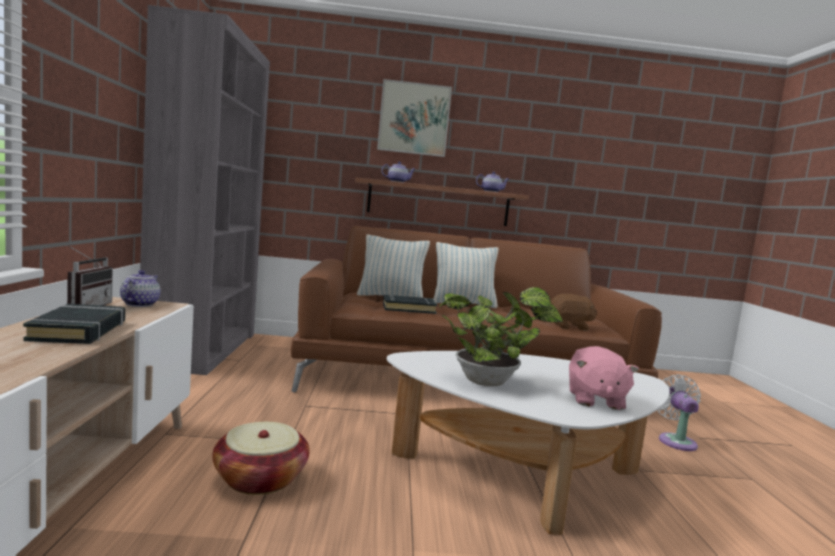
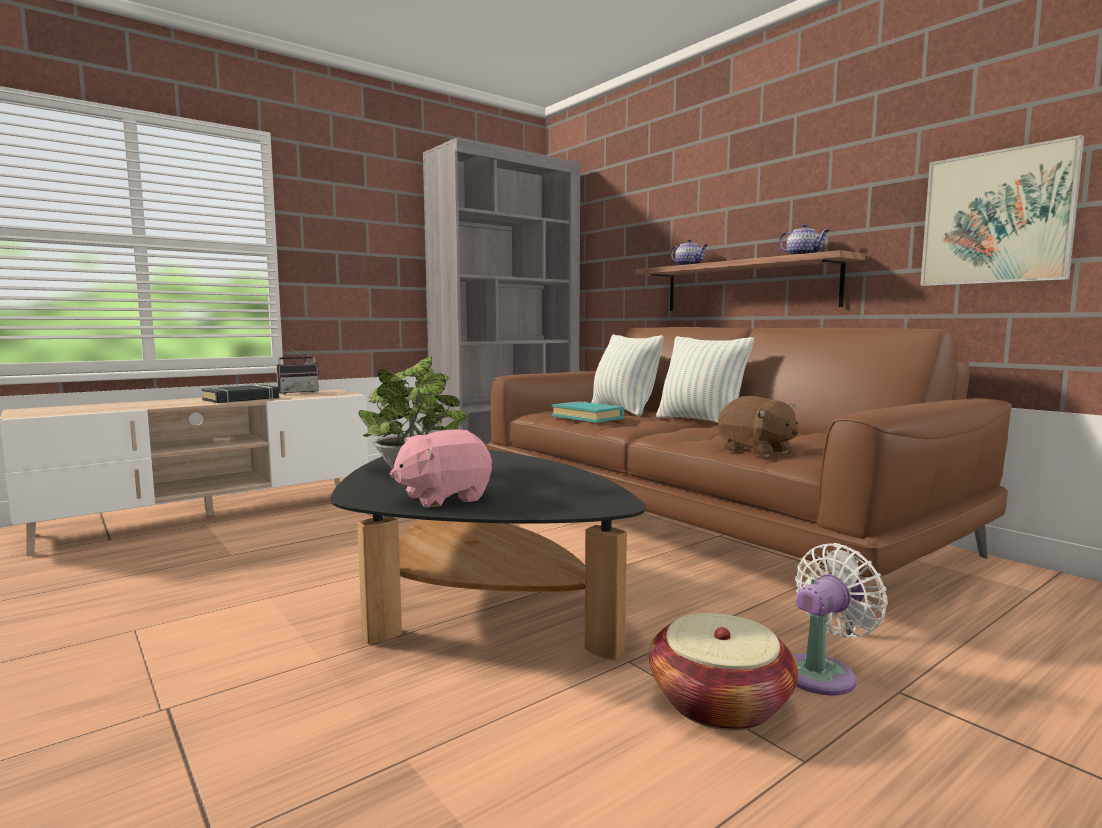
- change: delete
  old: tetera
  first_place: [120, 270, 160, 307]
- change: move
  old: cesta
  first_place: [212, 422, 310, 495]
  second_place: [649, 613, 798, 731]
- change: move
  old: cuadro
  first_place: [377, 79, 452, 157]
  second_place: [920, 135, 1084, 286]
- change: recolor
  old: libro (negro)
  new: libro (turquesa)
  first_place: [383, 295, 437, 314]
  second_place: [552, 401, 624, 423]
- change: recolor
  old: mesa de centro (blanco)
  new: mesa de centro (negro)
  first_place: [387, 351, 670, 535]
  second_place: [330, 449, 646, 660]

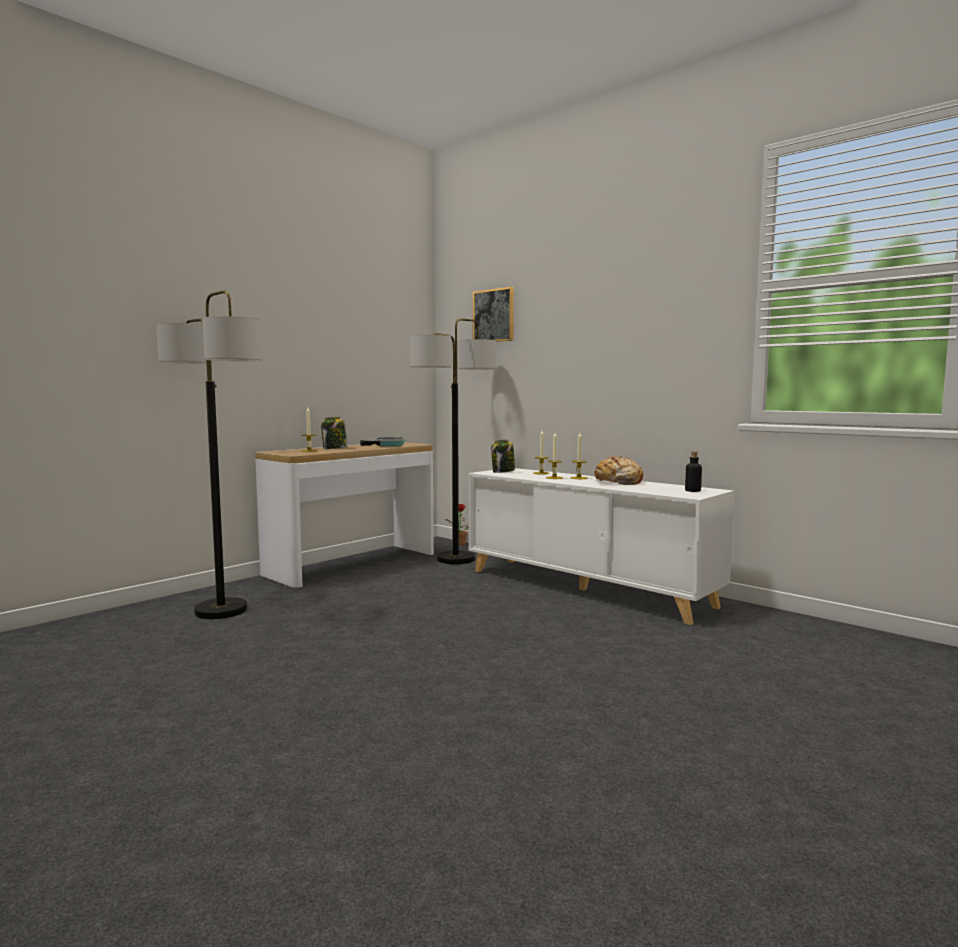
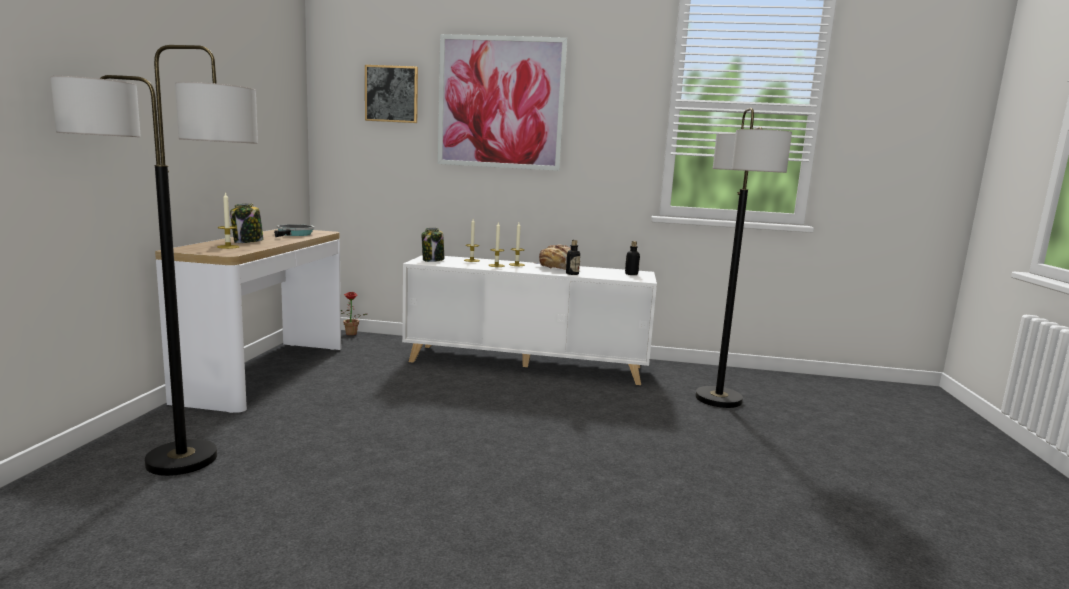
- change: insert
  new: cuadro
  second_place: [438, 34, 568, 171]
- change: insert
  new: botella
  second_place: [566, 240, 580, 275]
- change: move
  old: lámpara de pie
  first_place: [410, 318, 496, 564]
  second_place: [696, 108, 792, 408]

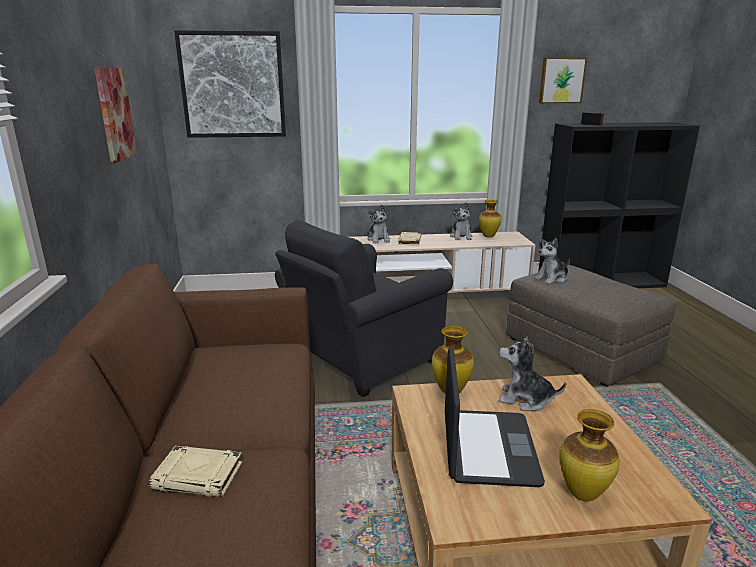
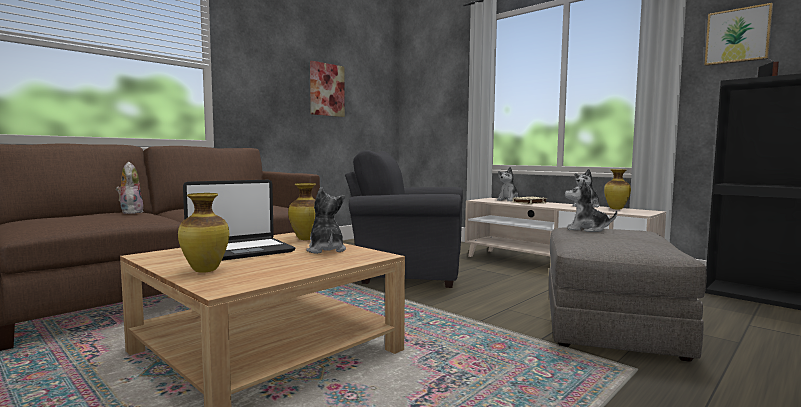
- change: delete
  old: cuadro
  first_place: [174, 30, 286, 138]
- change: replace
  old: libro (beis)
  new: peluche
  first_place: [149, 446, 242, 497]
  second_place: [116, 162, 144, 214]

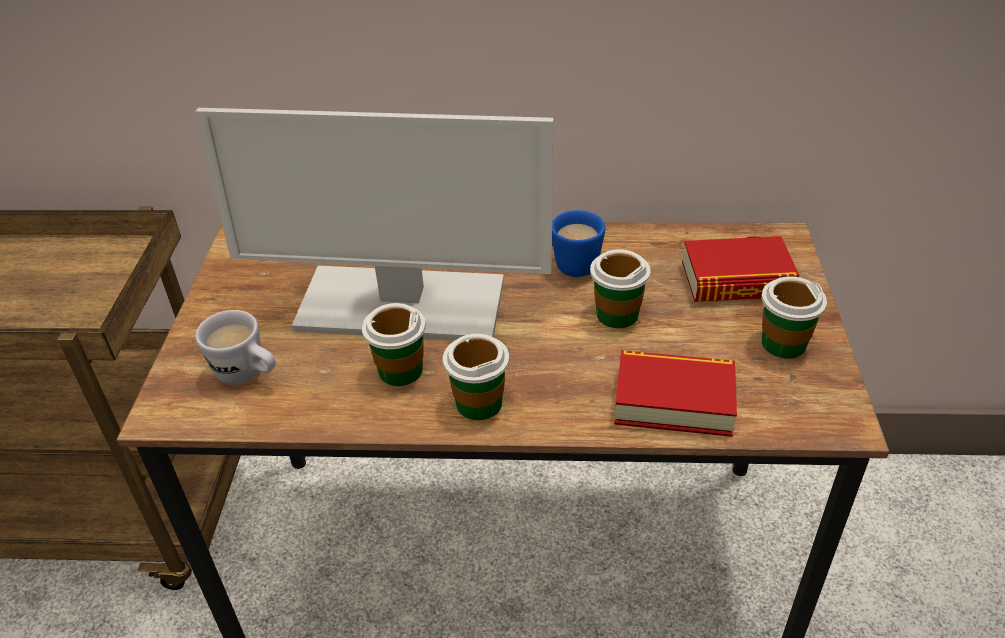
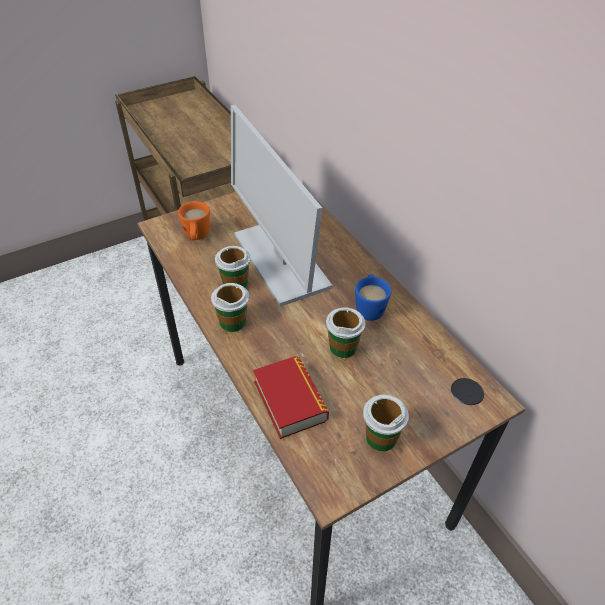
- change: delete
  old: libro
  first_place: [682, 236, 799, 302]
- change: recolor
  old: taza grande (blanco)
  new: taza grande (naranja)
  first_place: [195, 310, 276, 385]
  second_place: [178, 201, 210, 240]

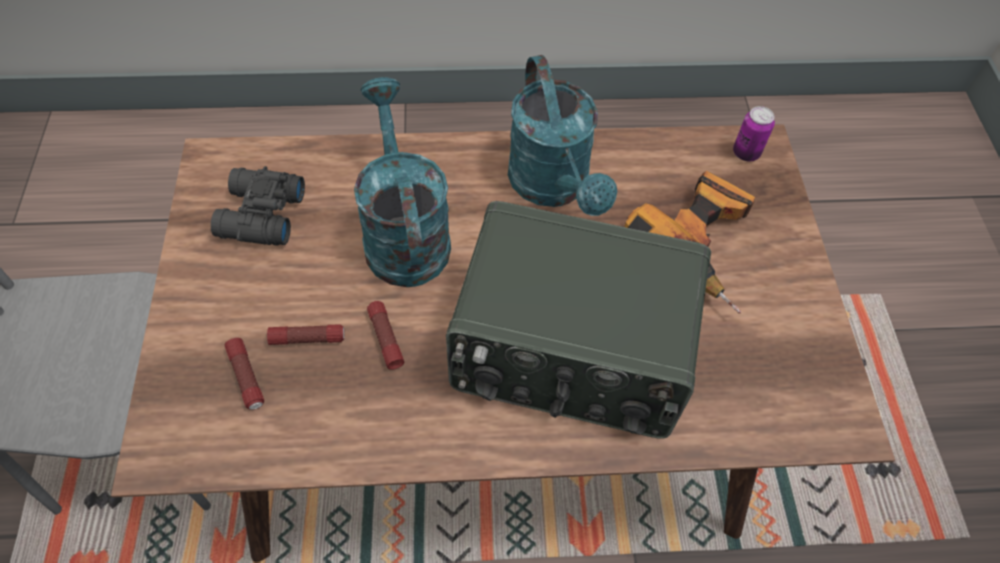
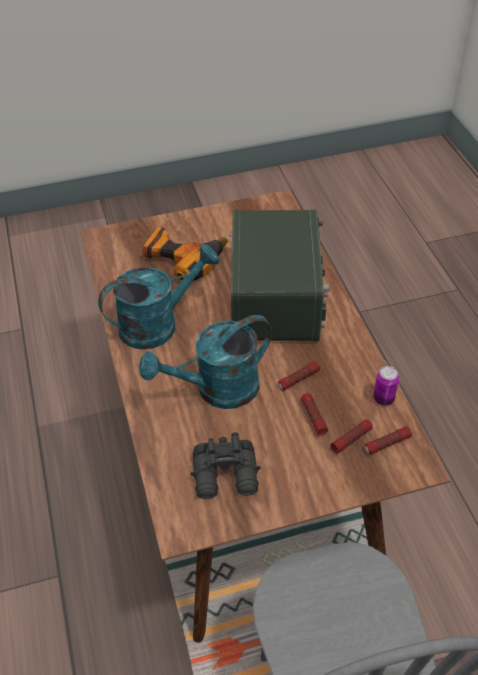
- change: insert
  new: linterna
  second_place: [364, 426, 412, 455]
- change: move
  old: lata
  first_place: [733, 106, 775, 161]
  second_place: [373, 366, 399, 406]

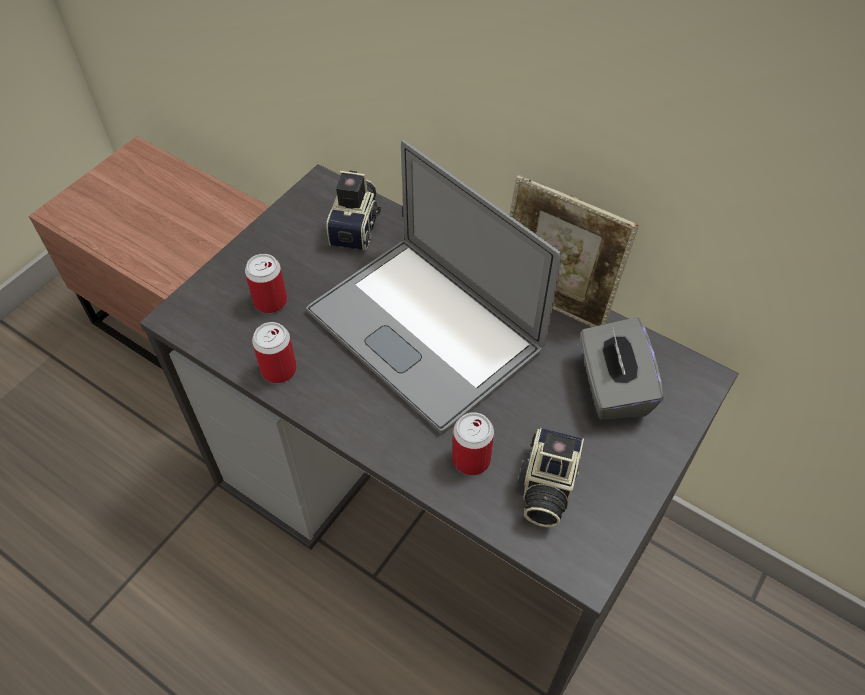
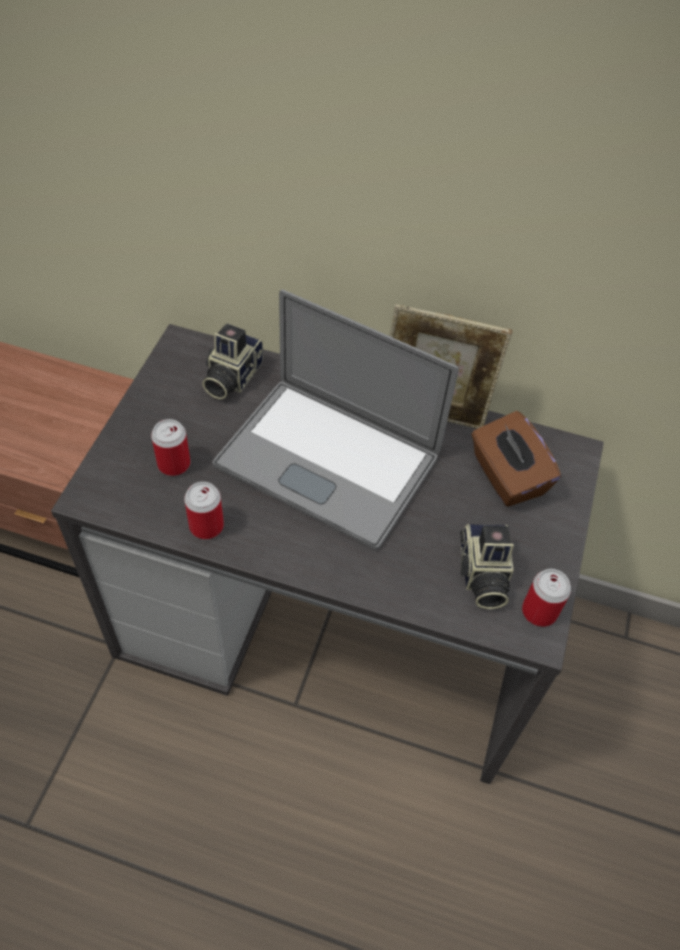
- change: move
  old: lata
  first_place: [452, 412, 494, 475]
  second_place: [522, 569, 571, 627]
- change: recolor
  old: caja de pañuelos (gris)
  new: caja de pañuelos (marrón)
  first_place: [580, 317, 663, 420]
  second_place: [471, 411, 561, 506]
- change: rotate
  old: cámara
  first_place: [326, 171, 381, 251]
  second_place: [202, 324, 263, 399]
  degrees: -150

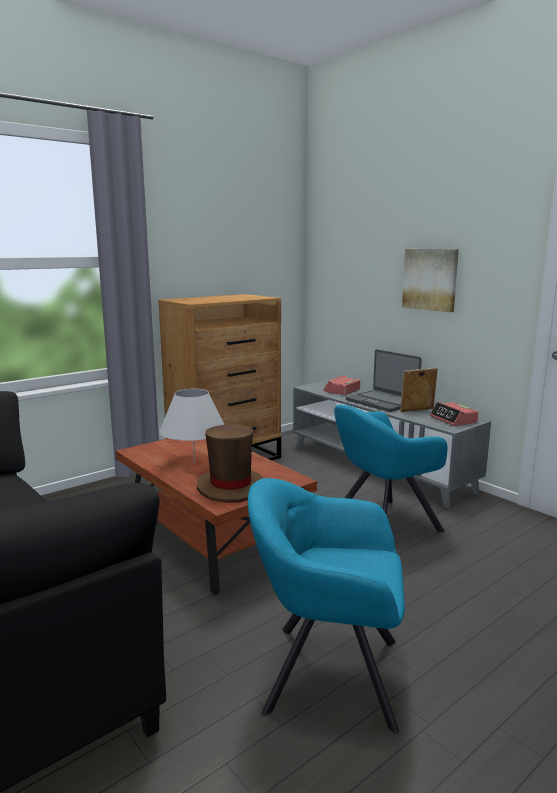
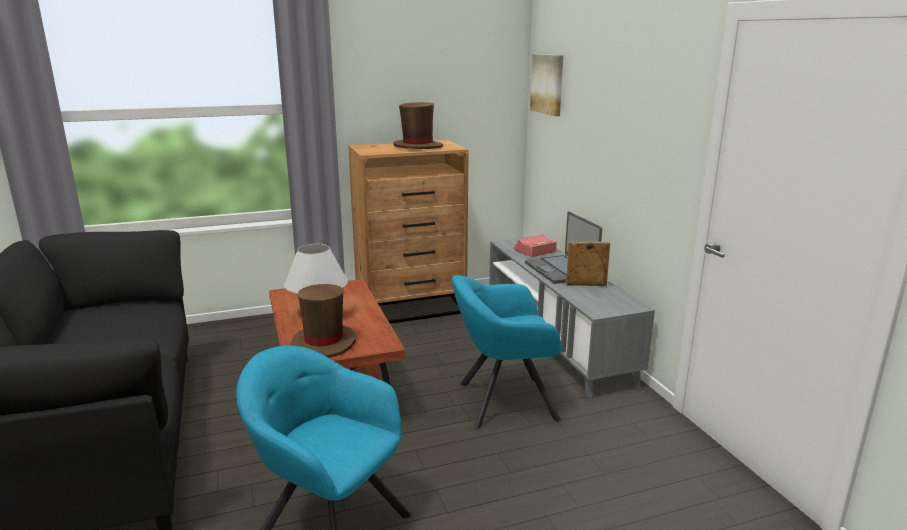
- change: delete
  old: despertador
  first_place: [430, 402, 478, 426]
- change: insert
  new: sombrero (marrón)
  second_place: [393, 102, 443, 149]
- change: move
  old: cuadro
  first_place: [402, 249, 459, 312]
  second_place: [530, 54, 563, 116]

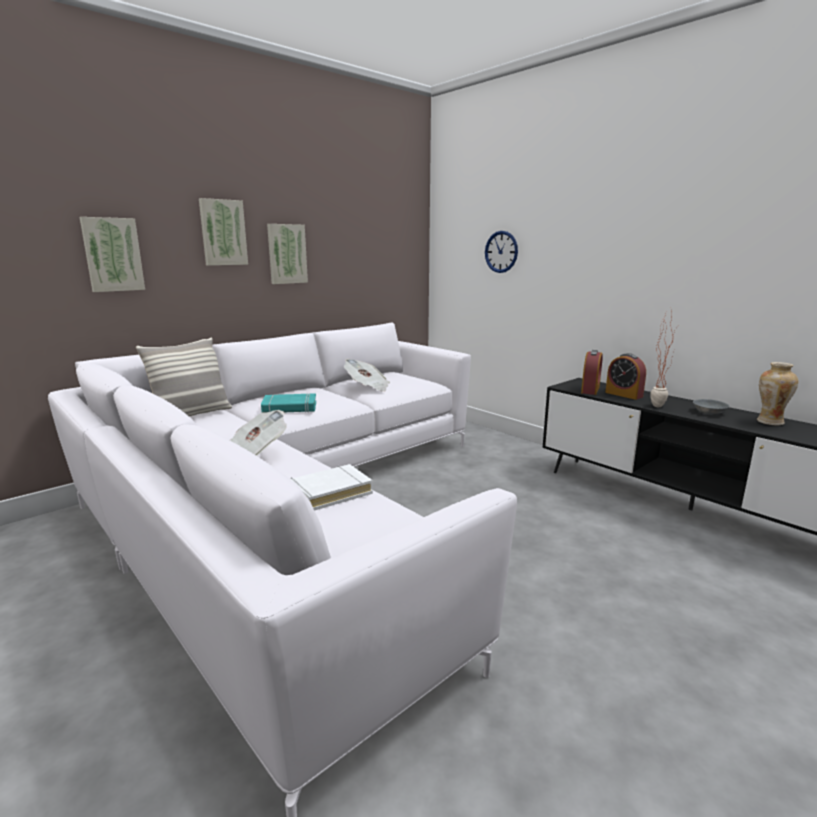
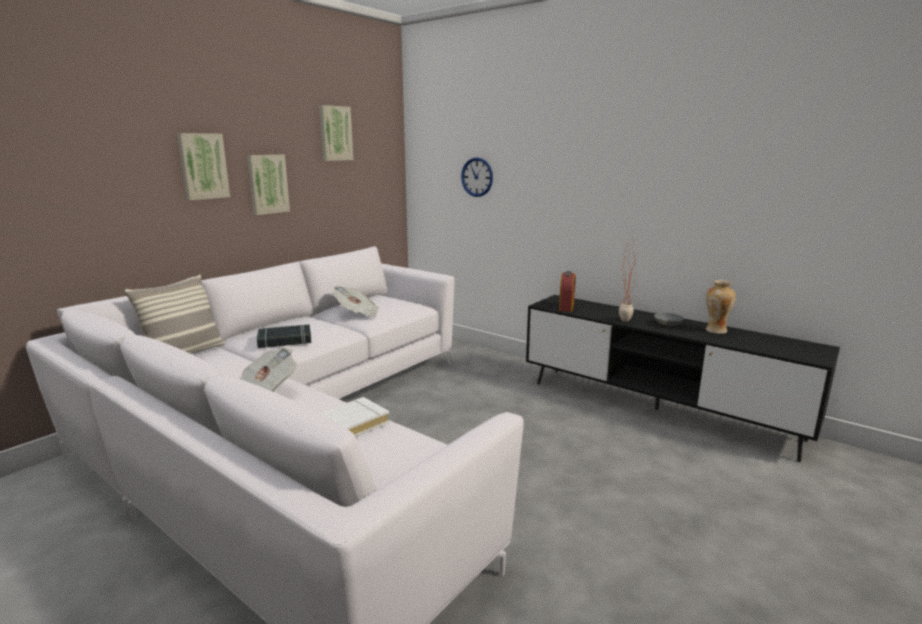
- change: delete
  old: despertador
  first_place: [605, 353, 646, 400]
- change: move
  old: cuadro
  first_place: [80, 217, 145, 292]
  second_place: [319, 105, 353, 161]
- change: recolor
  old: libro (turquesa)
  new: libro (negro)
  first_place: [261, 393, 316, 413]
  second_place: [257, 324, 312, 348]

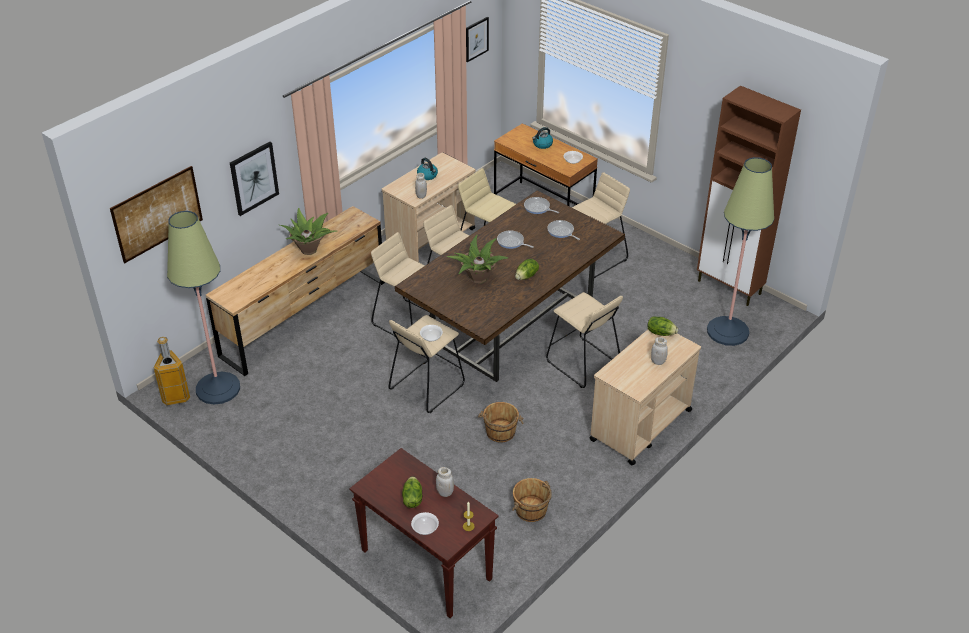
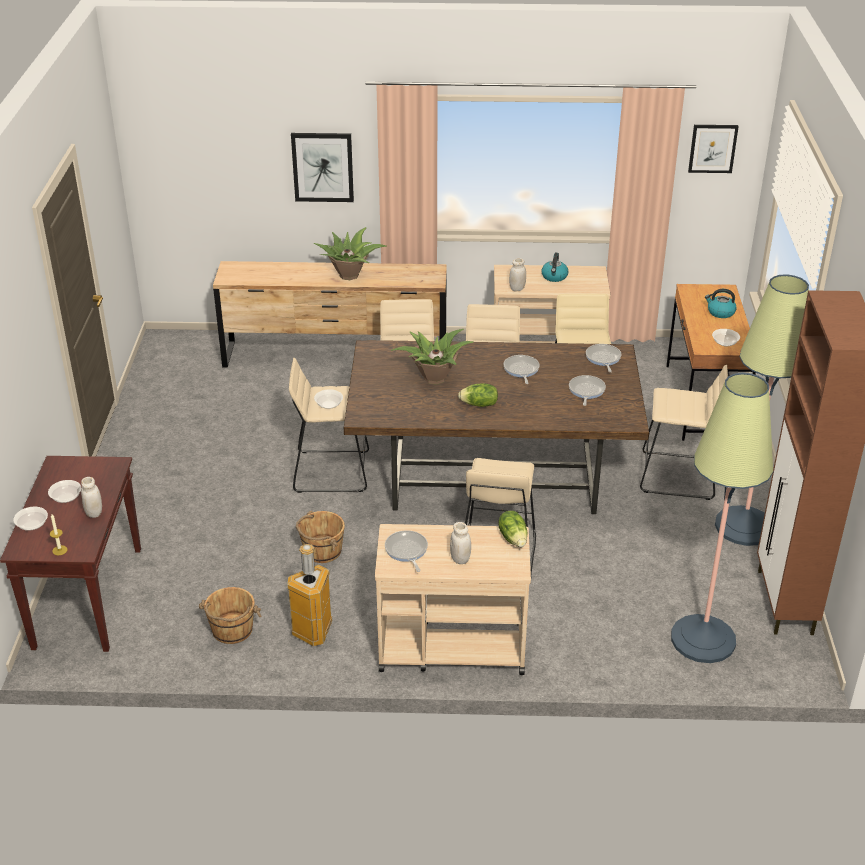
- change: delete
  old: cuadro
  first_place: [110, 166, 203, 263]
- change: insert
  new: sartén
  second_place: [385, 530, 428, 572]
- change: move
  old: papelera
  first_place: [154, 337, 190, 406]
  second_place: [287, 544, 332, 646]
- change: move
  old: lámpara de pie
  first_place: [167, 211, 240, 405]
  second_place: [715, 274, 809, 546]
- change: replace
  old: lechuga
  new: cuenco
  first_place: [402, 476, 422, 508]
  second_place: [48, 480, 81, 503]

